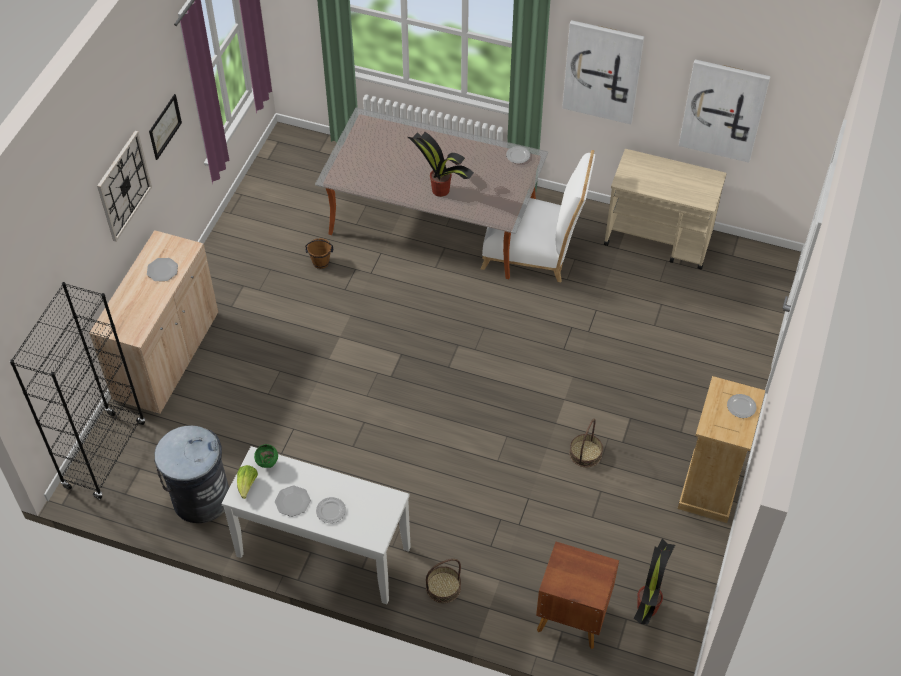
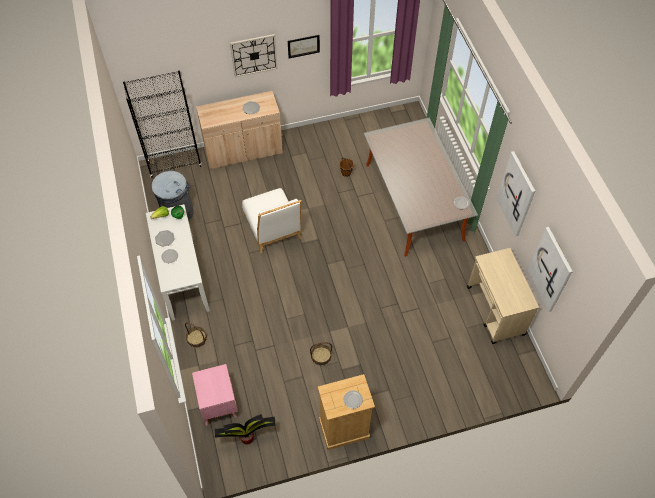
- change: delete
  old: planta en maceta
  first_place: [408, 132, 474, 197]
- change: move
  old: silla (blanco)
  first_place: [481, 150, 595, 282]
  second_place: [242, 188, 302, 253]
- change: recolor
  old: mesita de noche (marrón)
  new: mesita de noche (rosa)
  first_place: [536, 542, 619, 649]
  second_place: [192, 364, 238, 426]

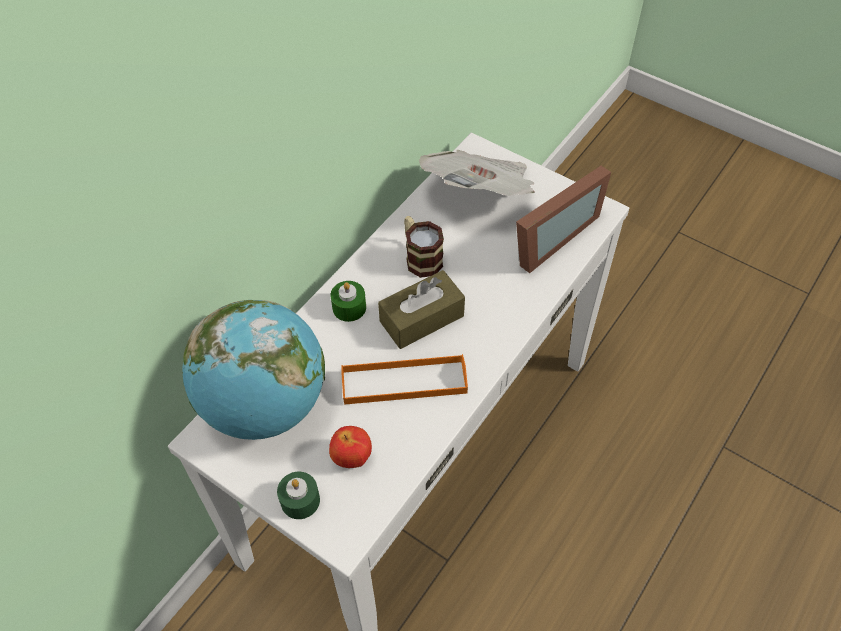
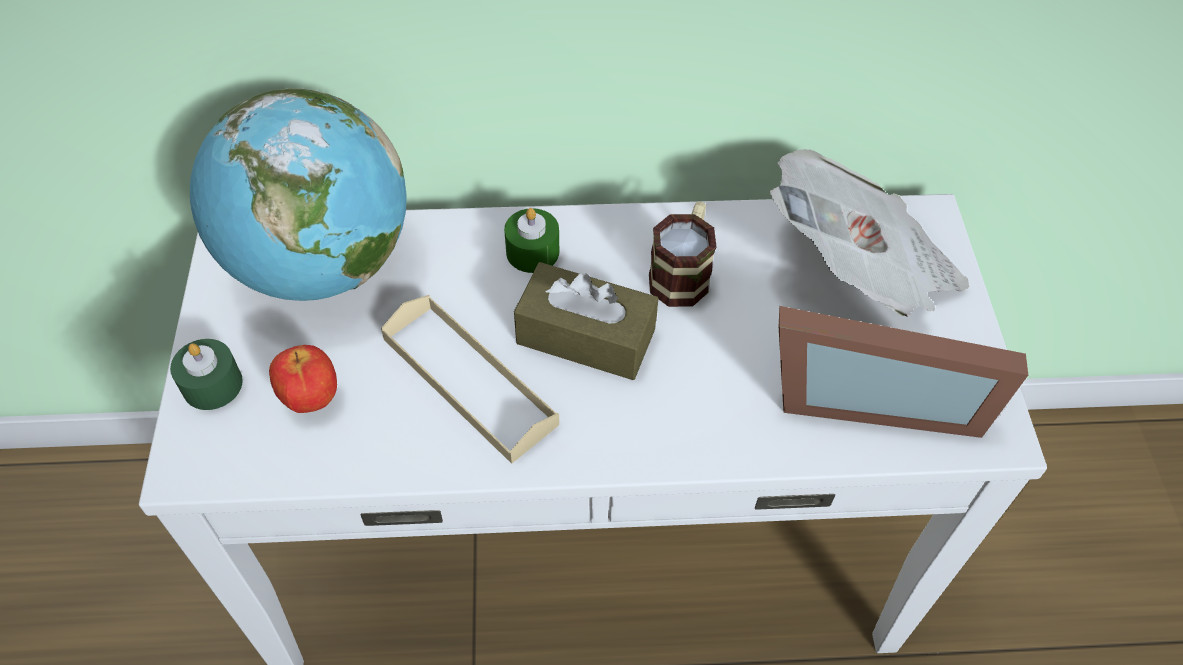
- change: recolor
  old: bandeja (naranja)
  new: bandeja (beis)
  first_place: [341, 354, 468, 405]
  second_place: [381, 295, 559, 464]

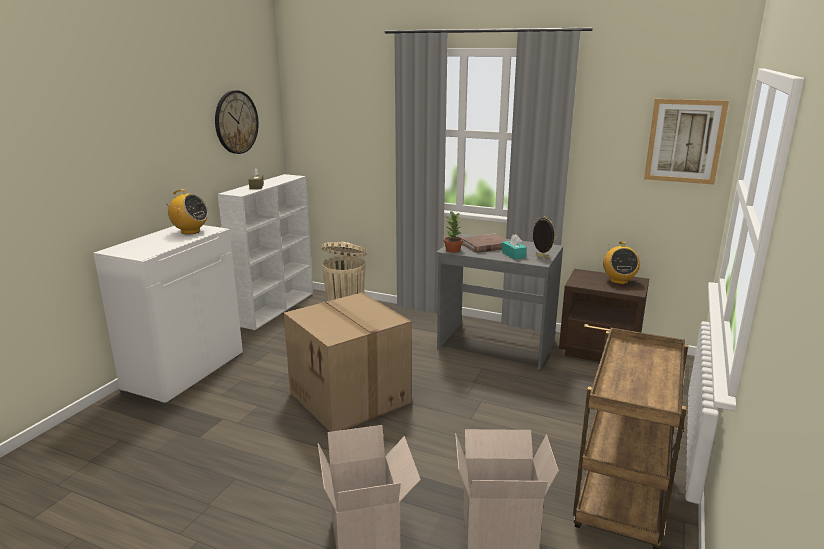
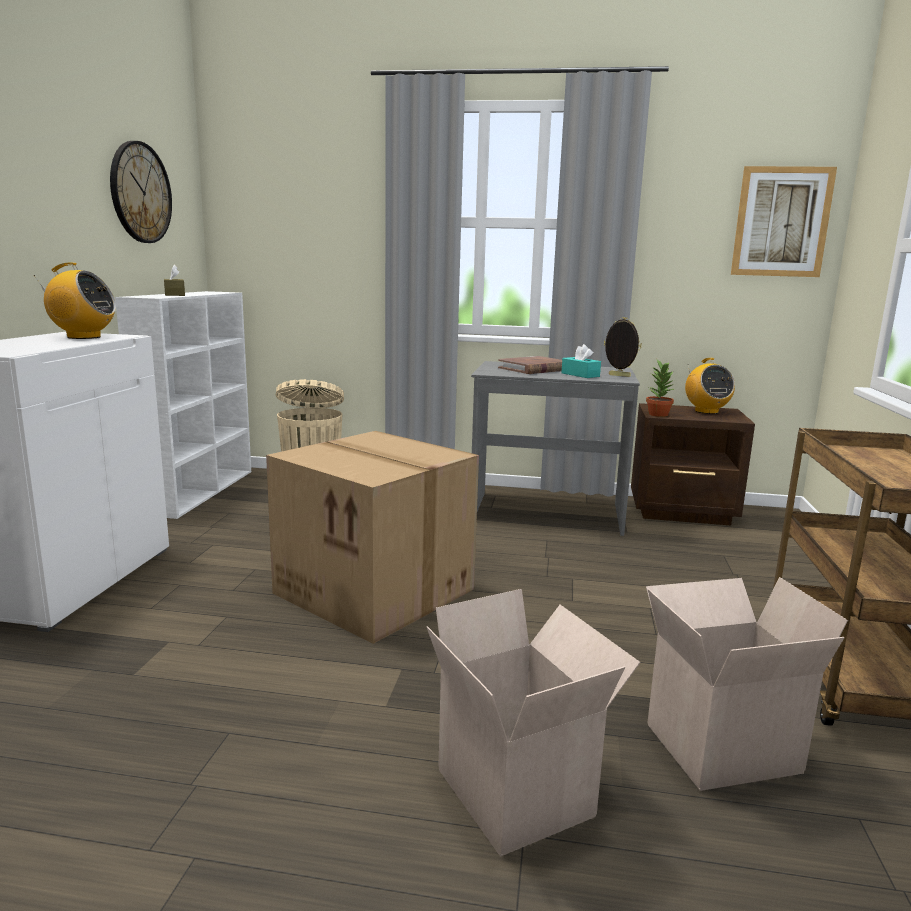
- change: move
  old: planta en maceta
  first_place: [444, 211, 463, 253]
  second_place: [646, 360, 674, 417]

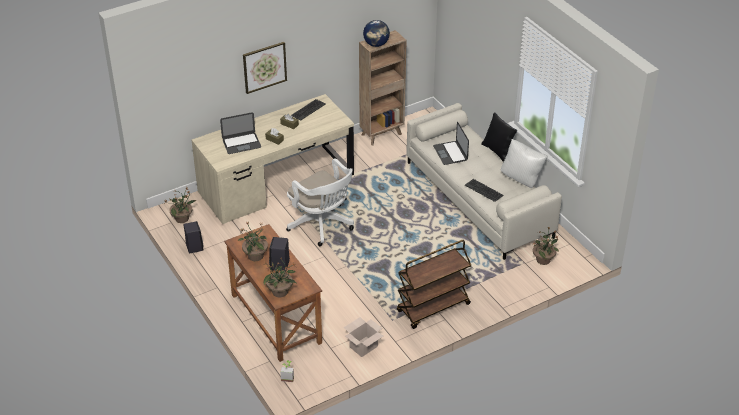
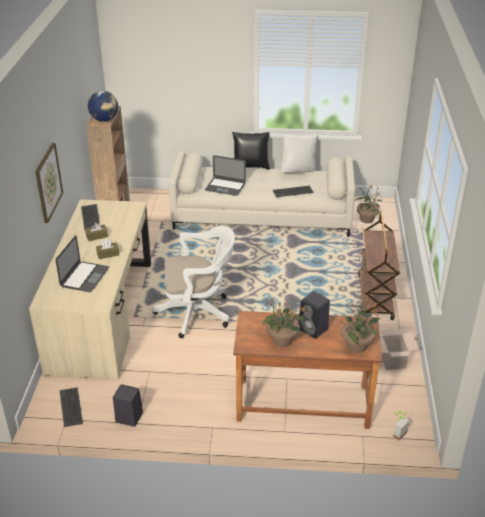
- change: replace
  old: planta en maceta
  new: teclado
  first_place: [165, 187, 197, 223]
  second_place: [60, 387, 83, 427]

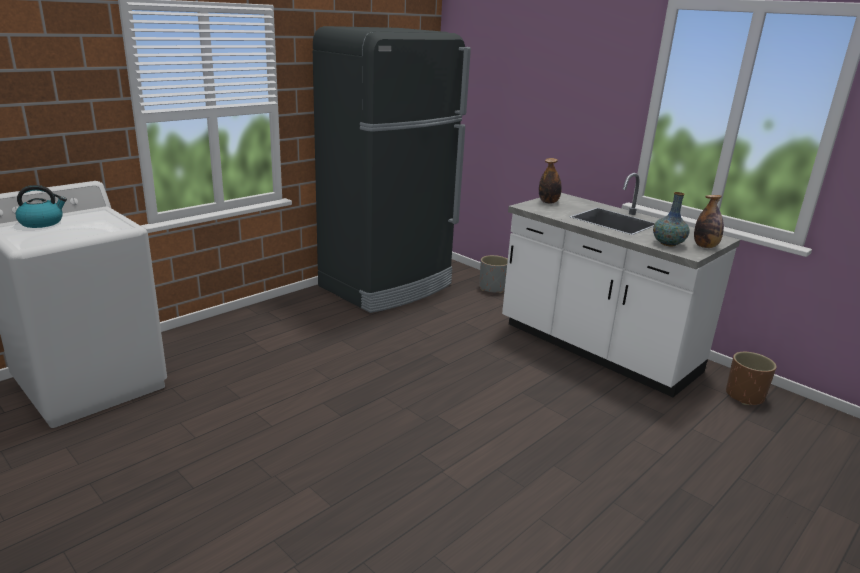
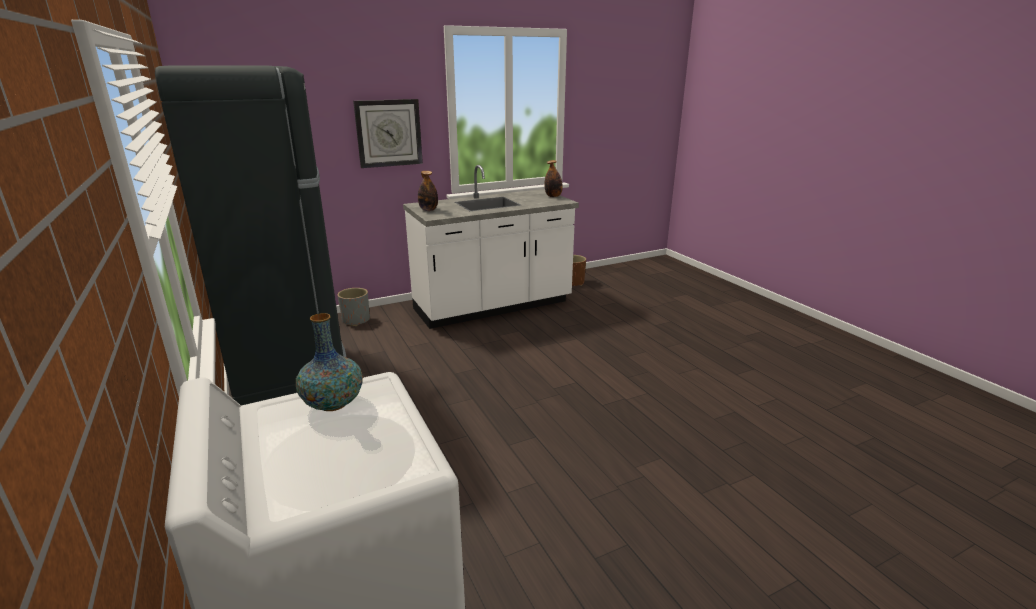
- change: delete
  old: hervidor
  first_place: [15, 185, 67, 228]
- change: insert
  new: reloj de pared
  second_place: [353, 99, 423, 168]
- change: move
  old: florero
  first_place: [653, 192, 690, 246]
  second_place: [296, 313, 363, 411]

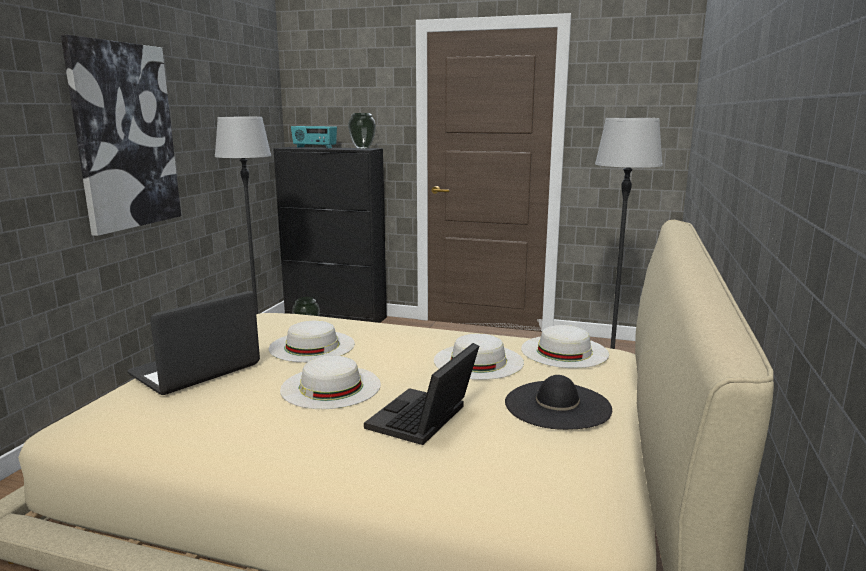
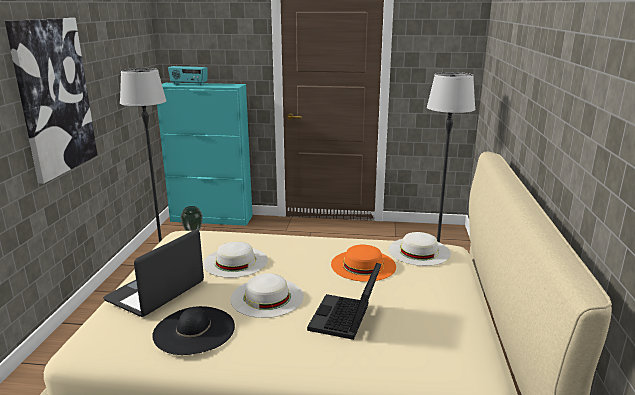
- change: delete
  old: florero
  first_place: [348, 113, 376, 149]
- change: move
  old: sombrero (negro)
  first_place: [505, 375, 612, 430]
  second_place: [152, 306, 235, 355]
- change: recolor
  old: armario (negro)
  new: armario (turquesa)
  first_place: [273, 147, 387, 323]
  second_place: [157, 83, 253, 226]
- change: recolor
  old: sombrero (blanco)
  new: sombrero (naranja)
  first_place: [434, 334, 524, 380]
  second_place: [331, 245, 396, 282]

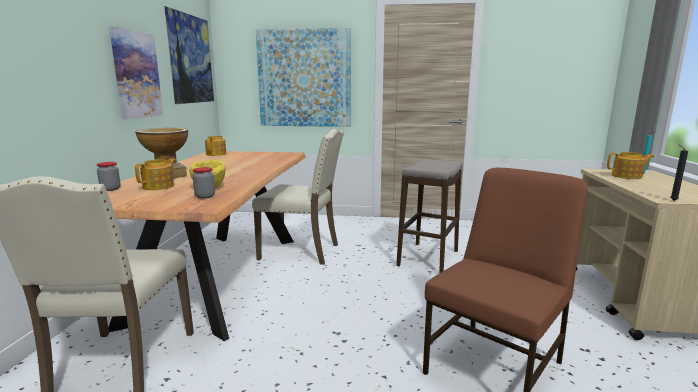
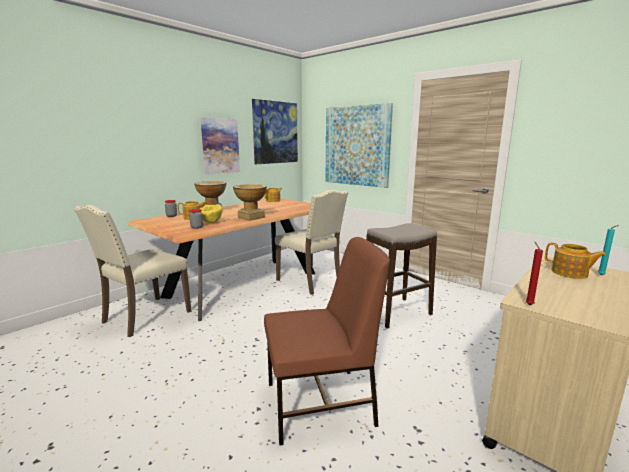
- change: insert
  new: florero
  second_place: [233, 184, 267, 221]
- change: recolor
  old: vela (negro)
  new: vela (rojo)
  first_place: [670, 144, 688, 201]
  second_place: [526, 242, 543, 305]

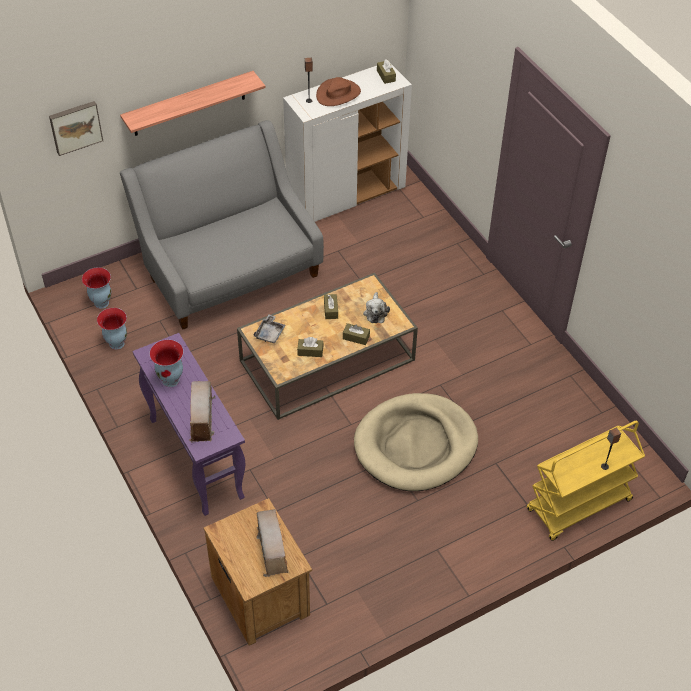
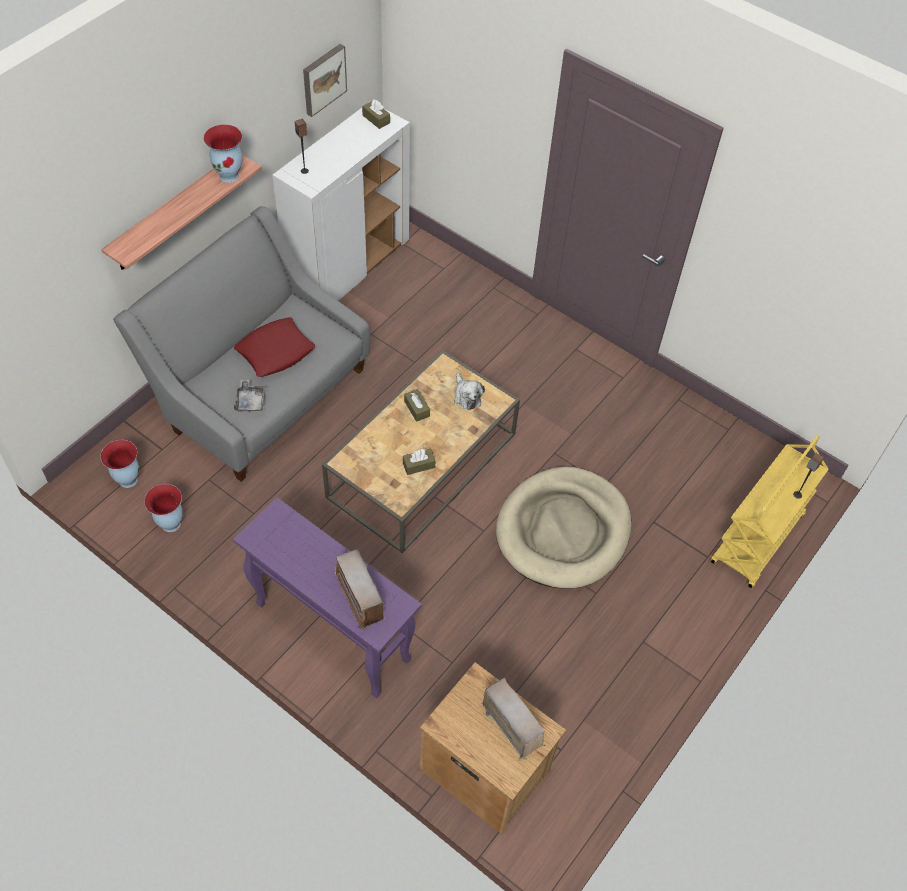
- change: delete
  old: sombrero (marrón)
  first_place: [316, 77, 361, 106]
- change: delete
  old: caja de pañuelos (marrón)
  first_place: [343, 323, 370, 345]
- change: insert
  new: cojín (rojo)
  second_place: [234, 317, 315, 377]
- change: move
  old: cuadro
  first_place: [49, 101, 103, 156]
  second_place: [303, 44, 347, 117]
- change: move
  old: florero
  first_place: [149, 340, 183, 387]
  second_place: [203, 124, 242, 183]
- change: move
  old: bandeja (gris)
  first_place: [253, 314, 285, 343]
  second_place: [234, 379, 266, 412]

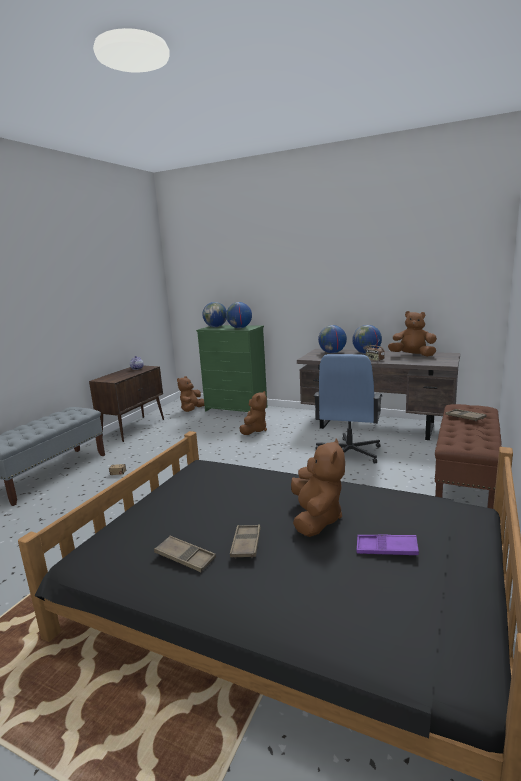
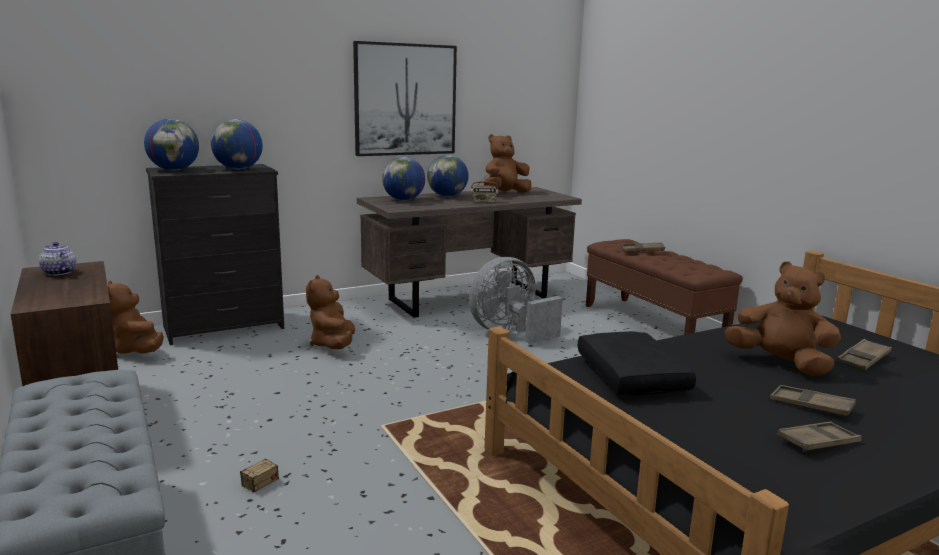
- change: insert
  new: cuadro
  second_place: [353, 41, 457, 156]
- change: insert
  new: cojín (negro)
  second_place: [578, 331, 696, 395]
- change: replace
  old: silla de oficina (azul)
  new: ventilador (gris)
  first_place: [314, 354, 382, 464]
  second_place: [469, 257, 563, 344]
- change: recolor
  old: cómoda (verde)
  new: cómoda (negro)
  first_place: [196, 325, 267, 412]
  second_place: [146, 164, 284, 345]
- change: recolor
  old: bandeja (morado)
  new: bandeja (marrón)
  first_place: [356, 534, 419, 555]
  second_place: [837, 339, 892, 371]
- change: rotate
  old: peluche (marrón)
  first_place: [239, 391, 267, 435]
  second_place: [306, 275, 355, 349]
  degrees: -150

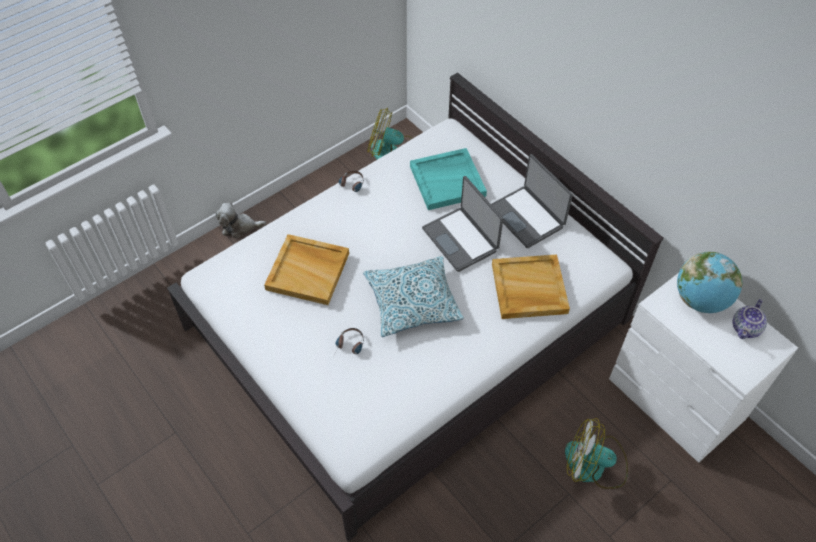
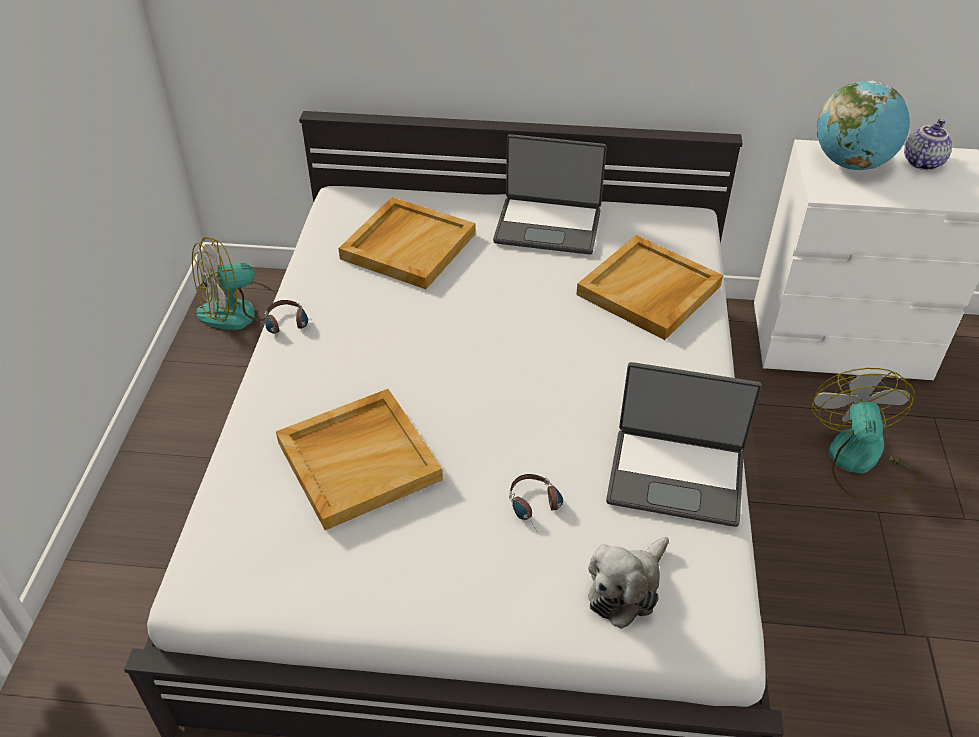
- change: delete
  old: cojín
  first_place: [363, 256, 464, 337]
- change: move
  old: peluche
  first_place: [216, 203, 266, 238]
  second_place: [588, 537, 669, 629]
- change: move
  old: portátil
  first_place: [422, 176, 503, 272]
  second_place: [606, 362, 762, 527]
- change: recolor
  old: bandeja (turquesa)
  new: bandeja (beis)
  first_place: [410, 148, 487, 210]
  second_place: [338, 197, 475, 289]
- change: rotate
  old: ventilador
  first_place: [565, 418, 628, 489]
  second_place: [811, 368, 921, 501]
  degrees: 120
- change: rotate
  old: tetera
  first_place: [733, 299, 767, 339]
  second_place: [904, 119, 952, 170]
  degrees: -135

